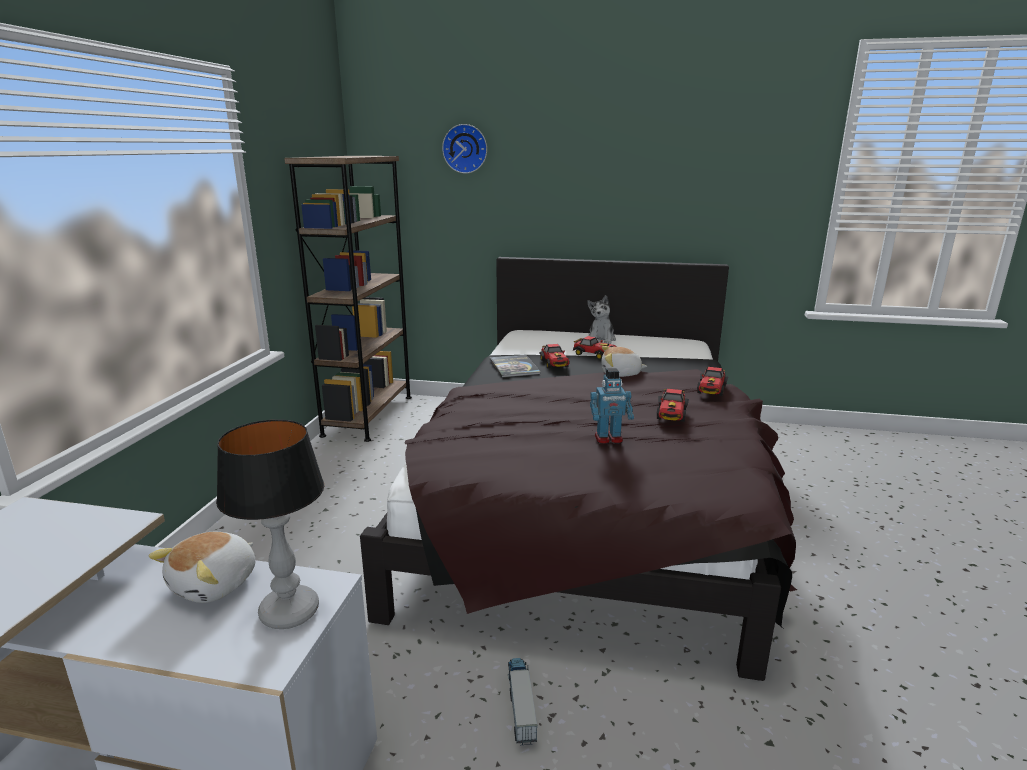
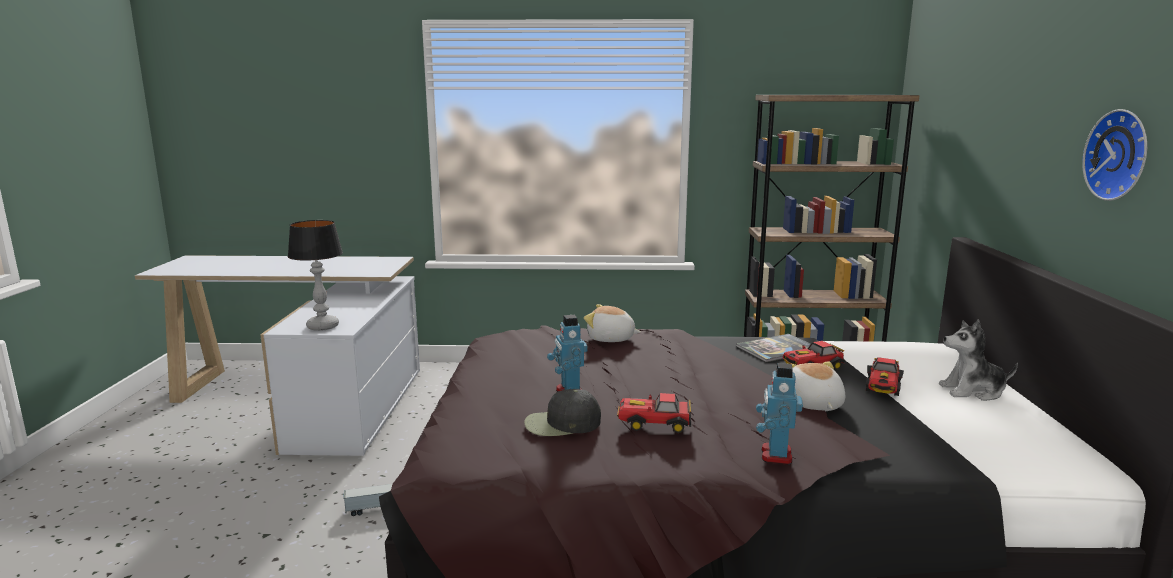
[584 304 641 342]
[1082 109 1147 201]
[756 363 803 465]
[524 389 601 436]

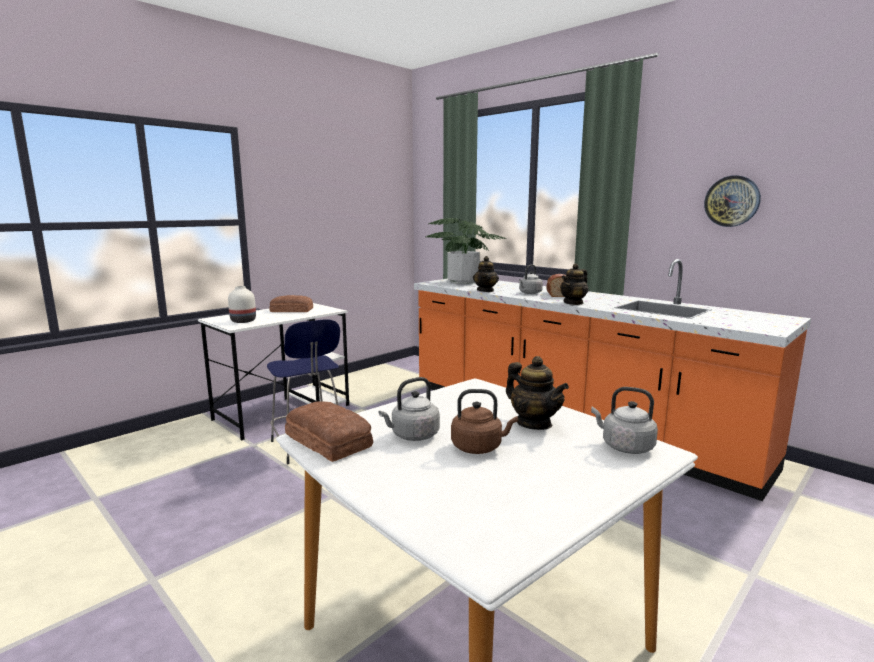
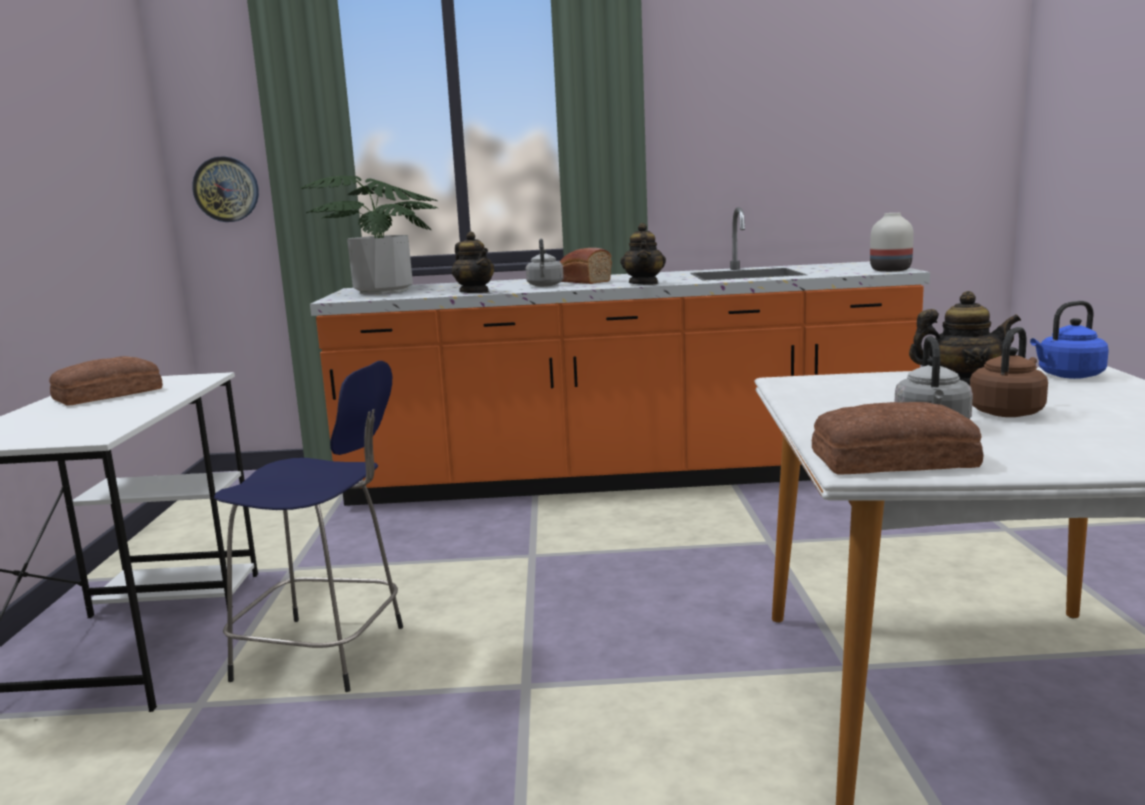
[870 213 914 272]
[1030 301 1109 379]
[192 156 259 222]

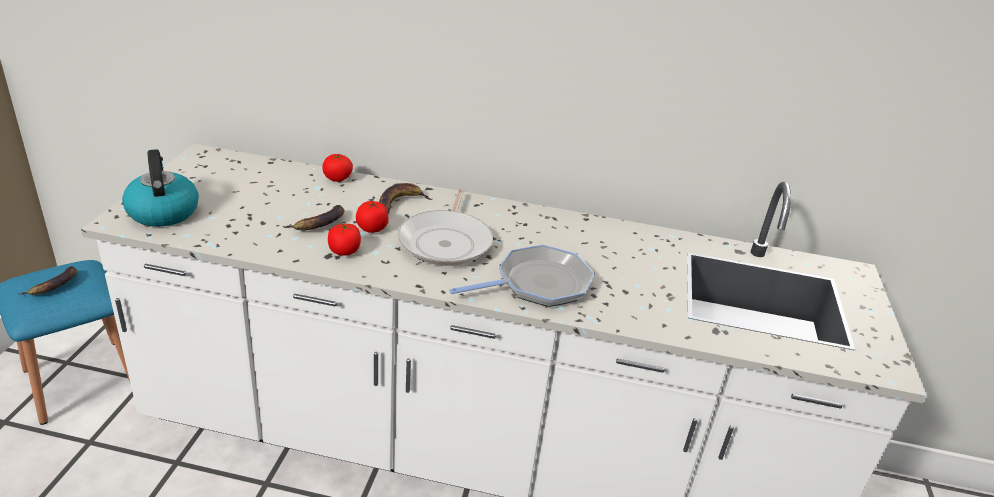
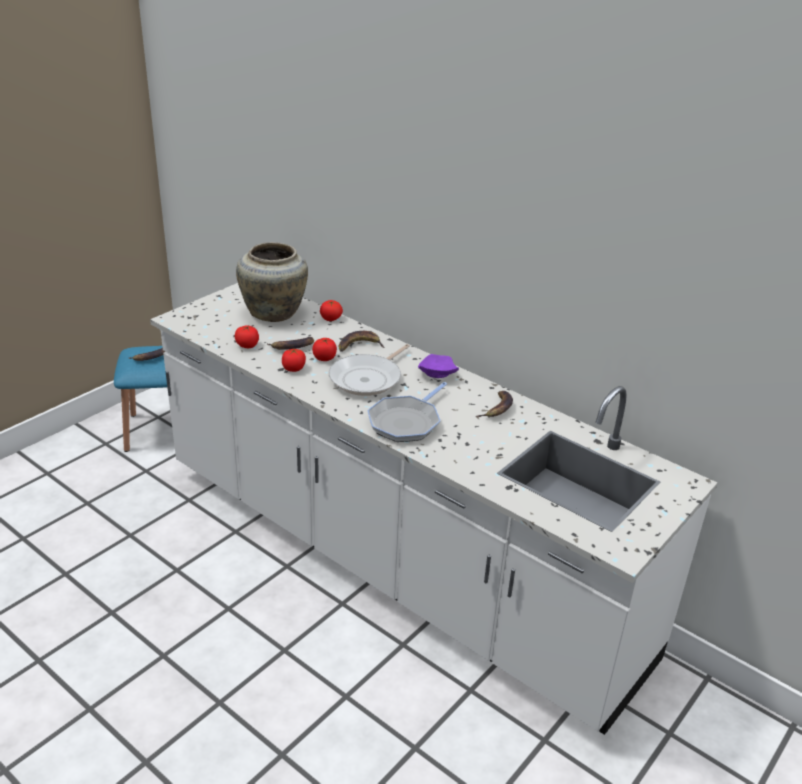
[122 149 199 227] (first image)
[367 382 447 442]
[235 325 259 348]
[236 242 308 322]
[418 354 459 378]
[475 391 513 417]

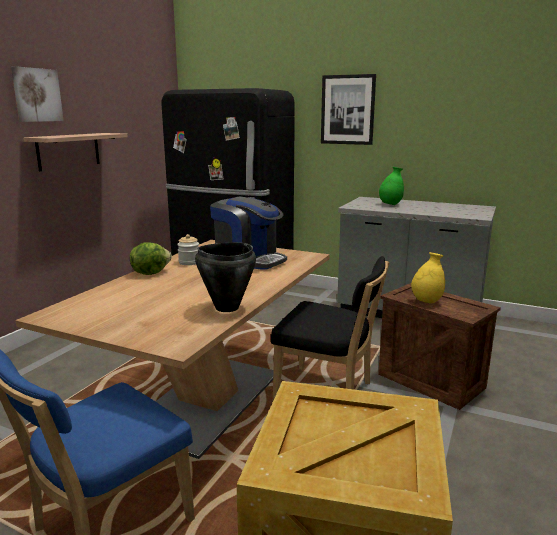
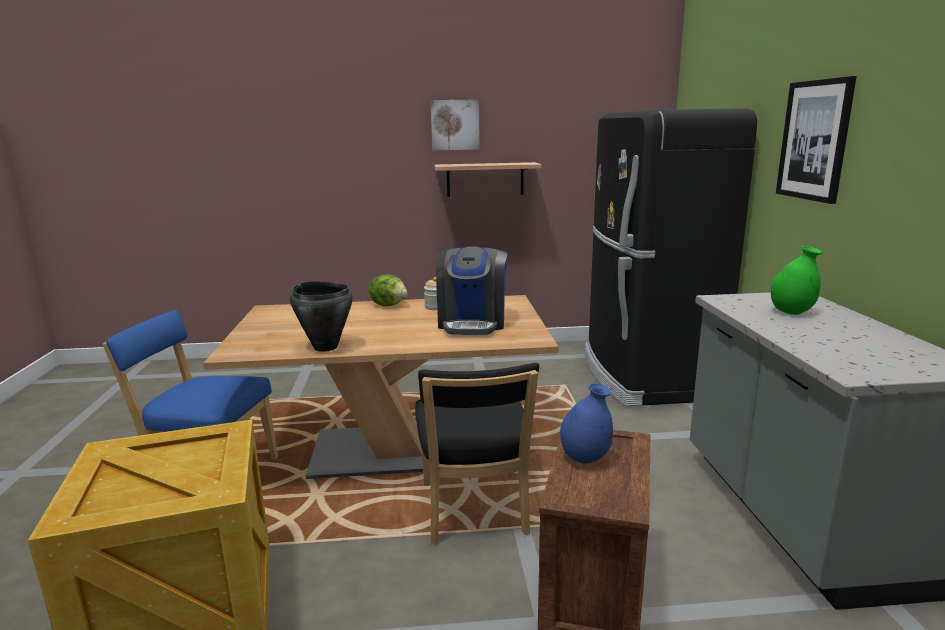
[560 383 613 463]

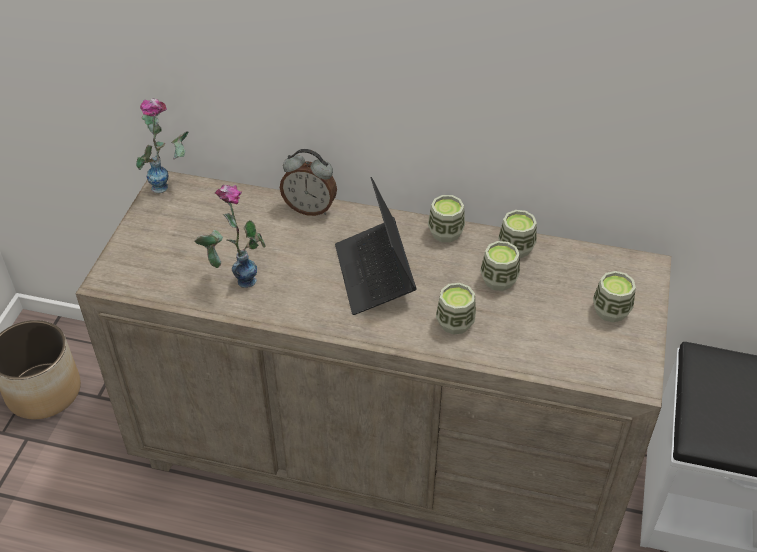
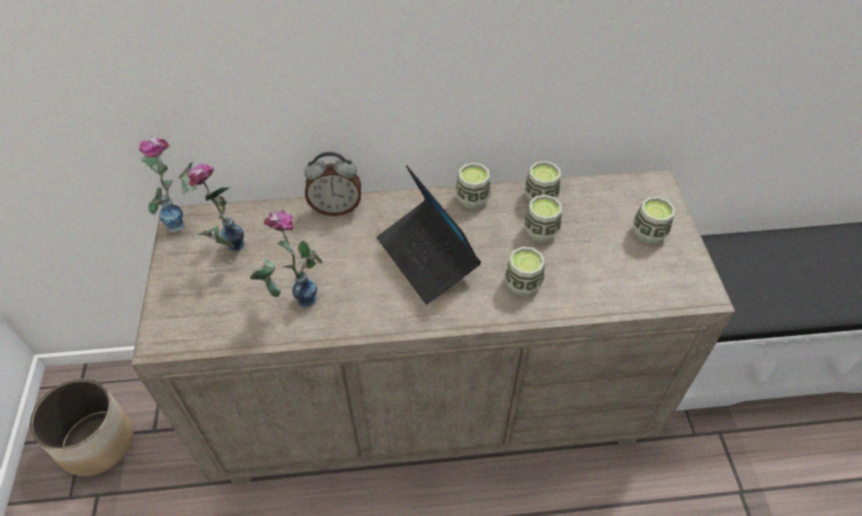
[187 164 244 252]

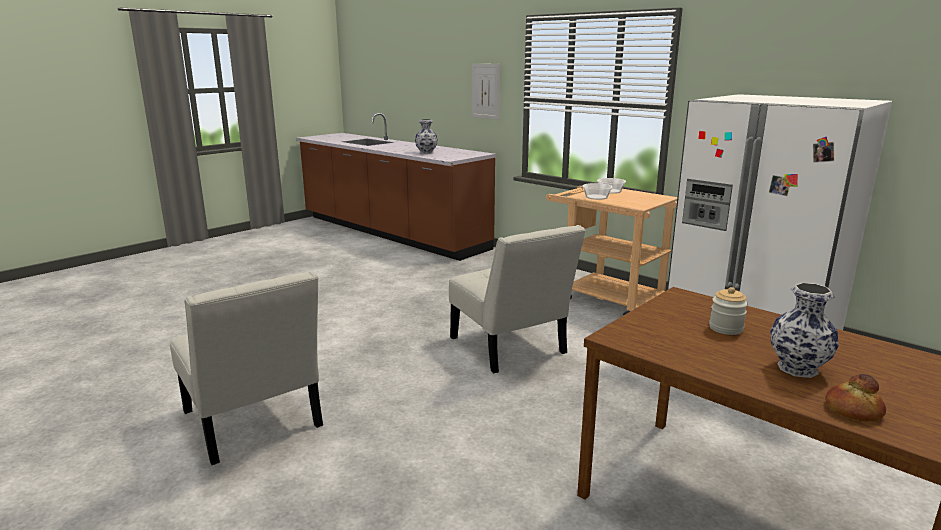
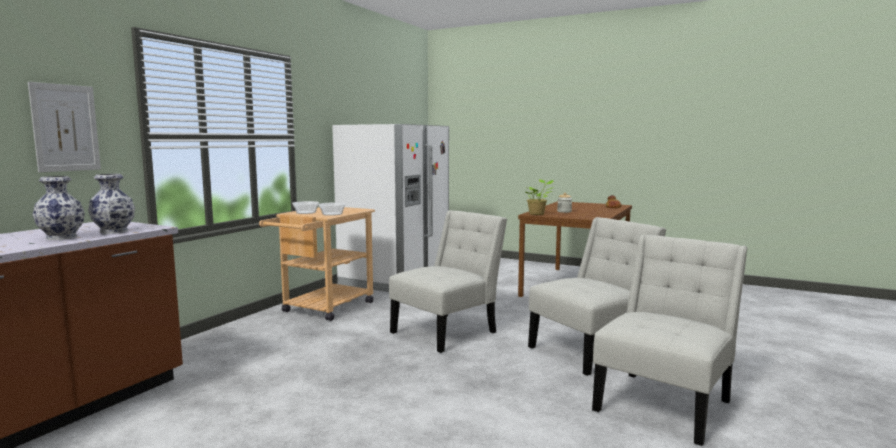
[88 174 135 234]
[525 179 554 215]
[528 217 666 376]

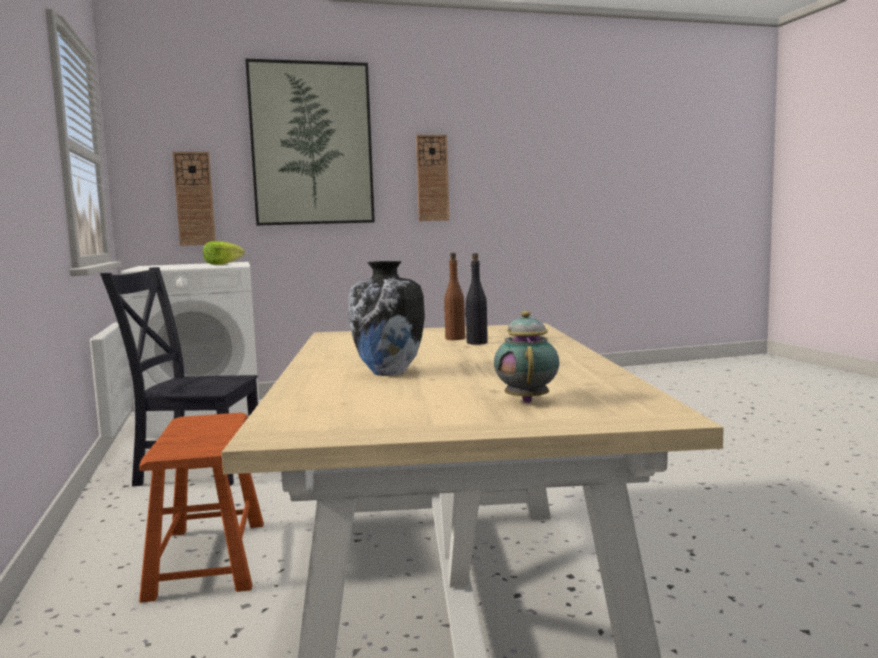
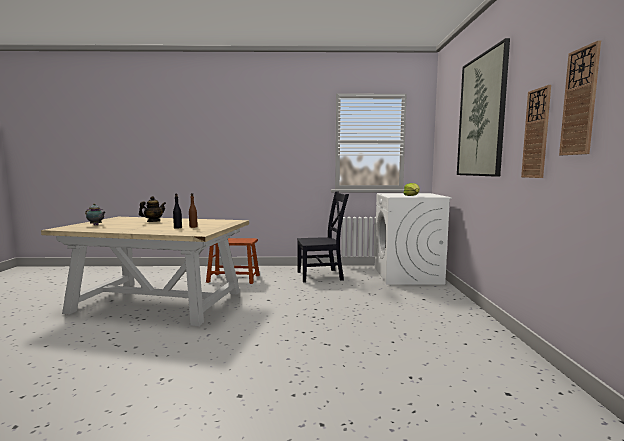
[297 192 349 283]
[559 40 601 155]
[139 196 166 222]

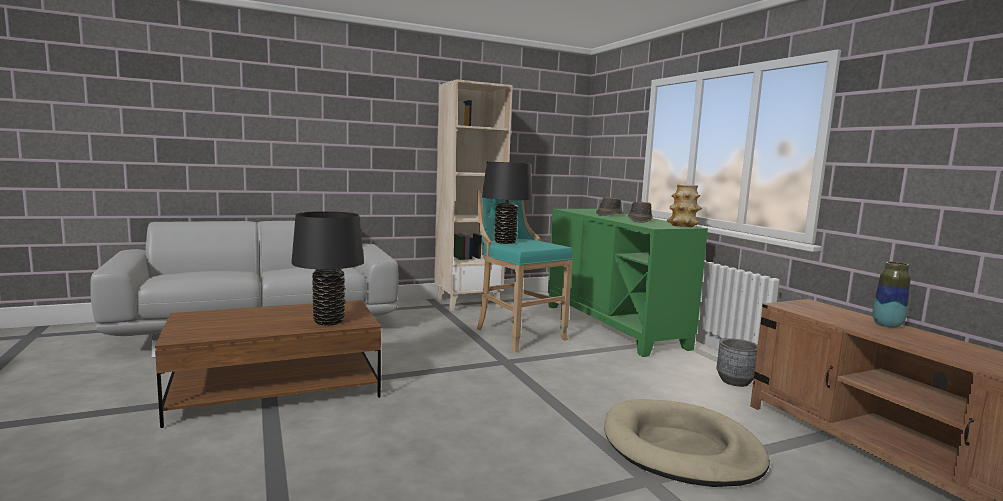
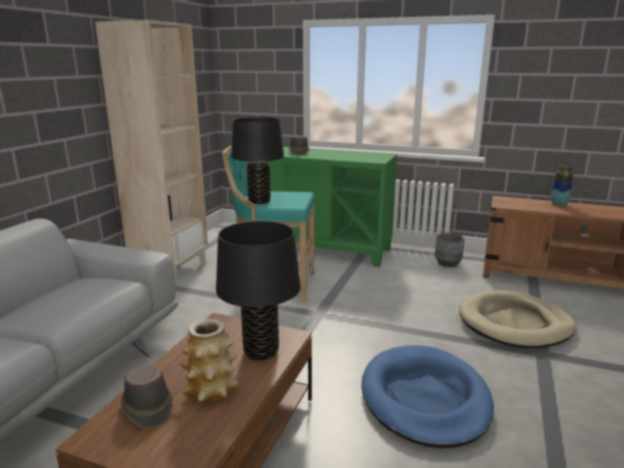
[121 365 173 429]
[181 319 239 403]
[361 345 494 448]

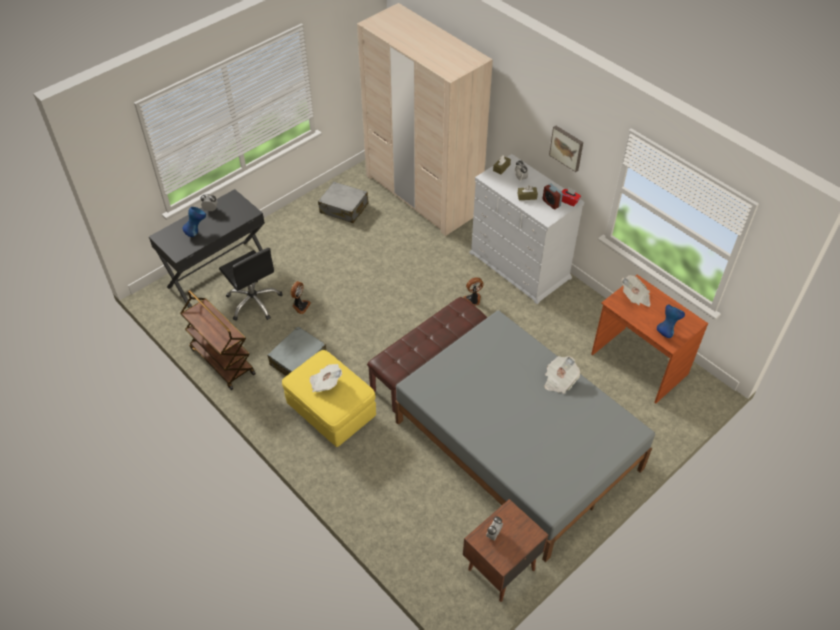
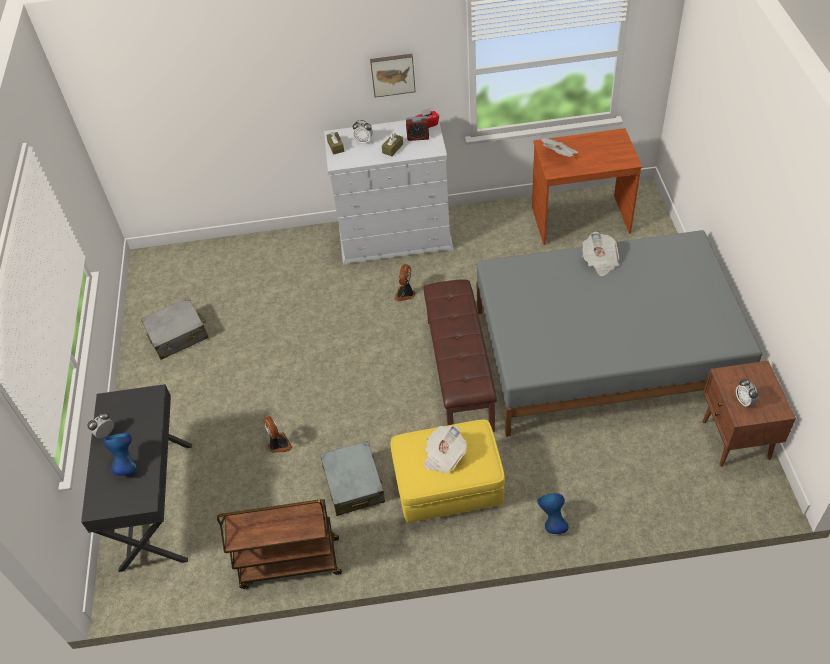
[219 248 283 321] (first image)
[357 3 493 236] (first image)
[537 493 569 534]

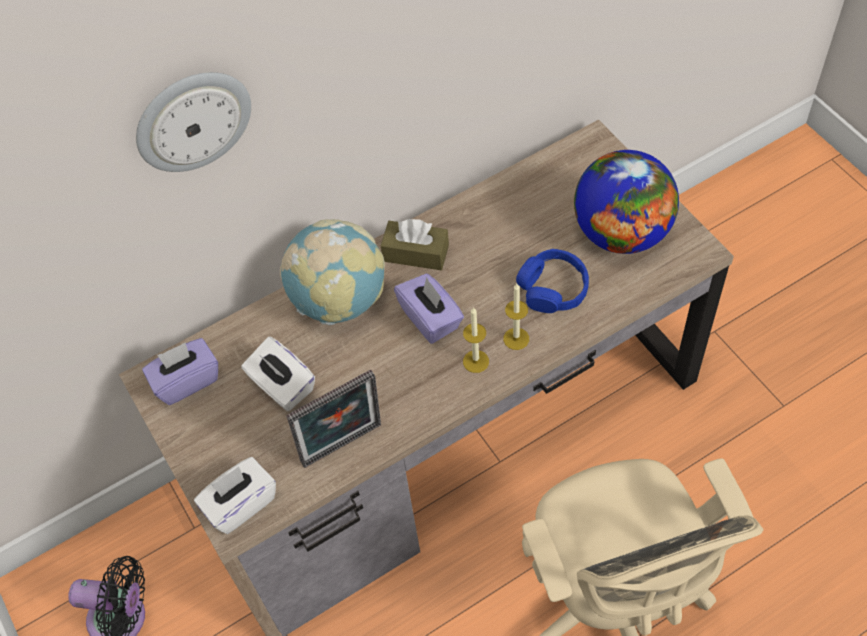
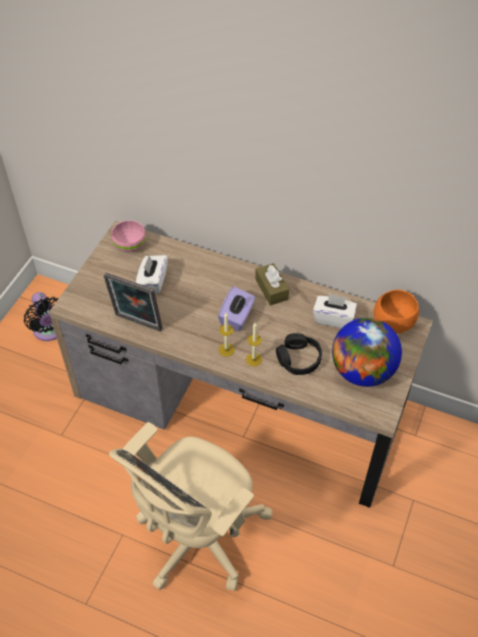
[136 72 251 172] (first image)
[111 220 146 252]
[313 294 357 328]
[280 219 385 325] (first image)
[276 333 322 375]
[374 290 419 333]

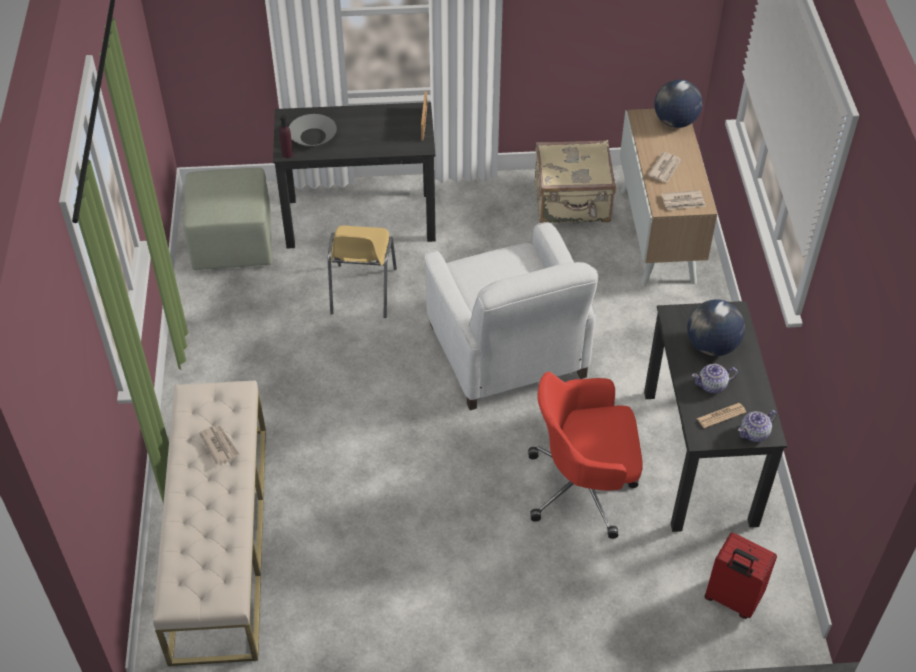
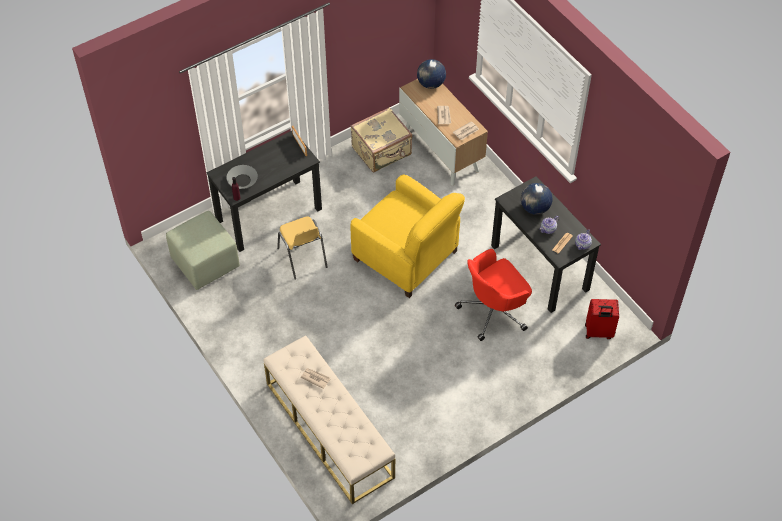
[351 175 465 298]

